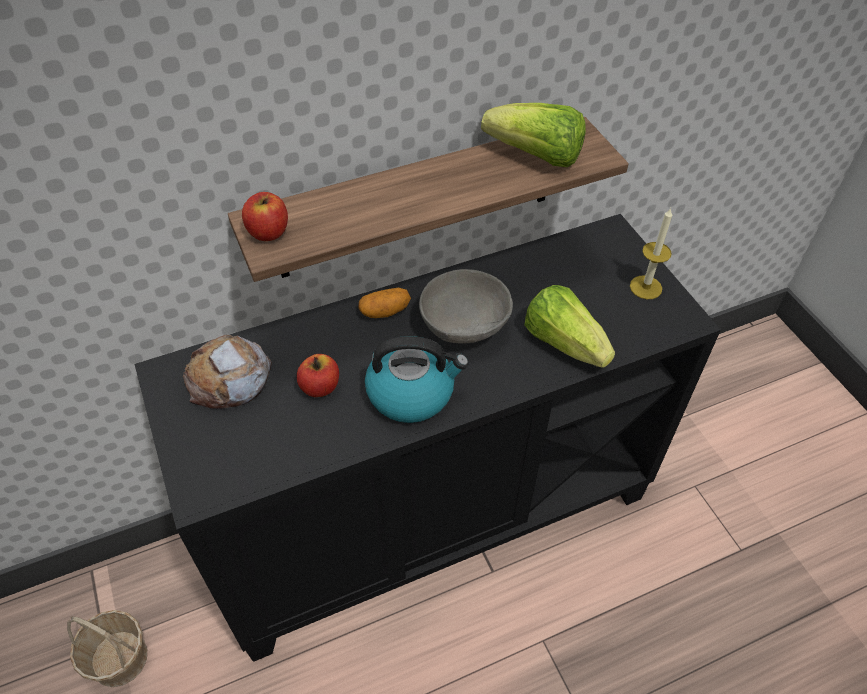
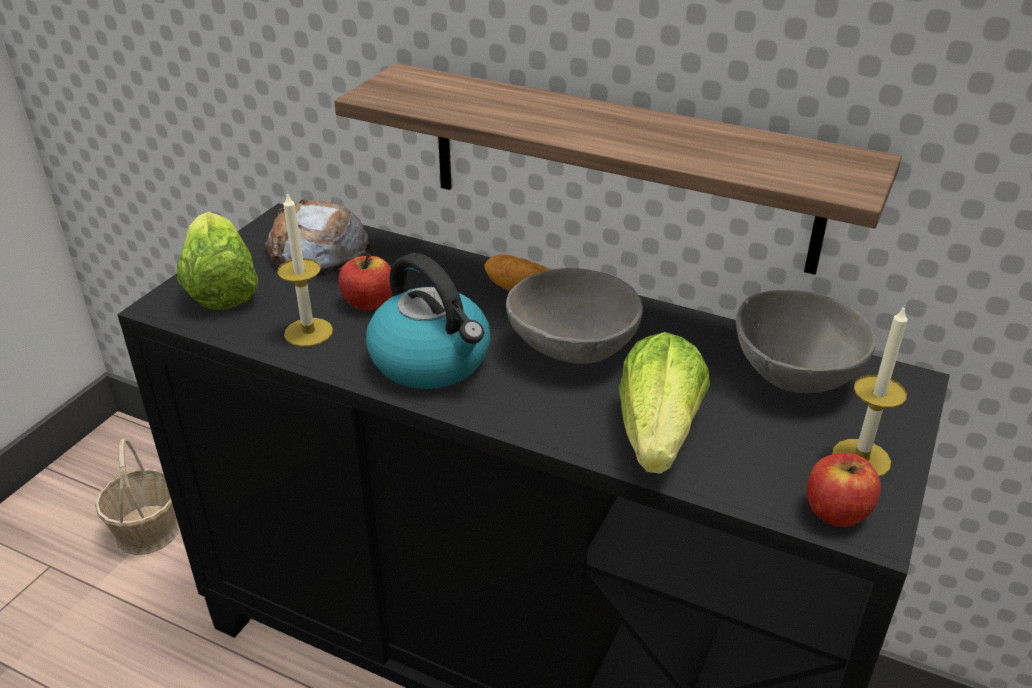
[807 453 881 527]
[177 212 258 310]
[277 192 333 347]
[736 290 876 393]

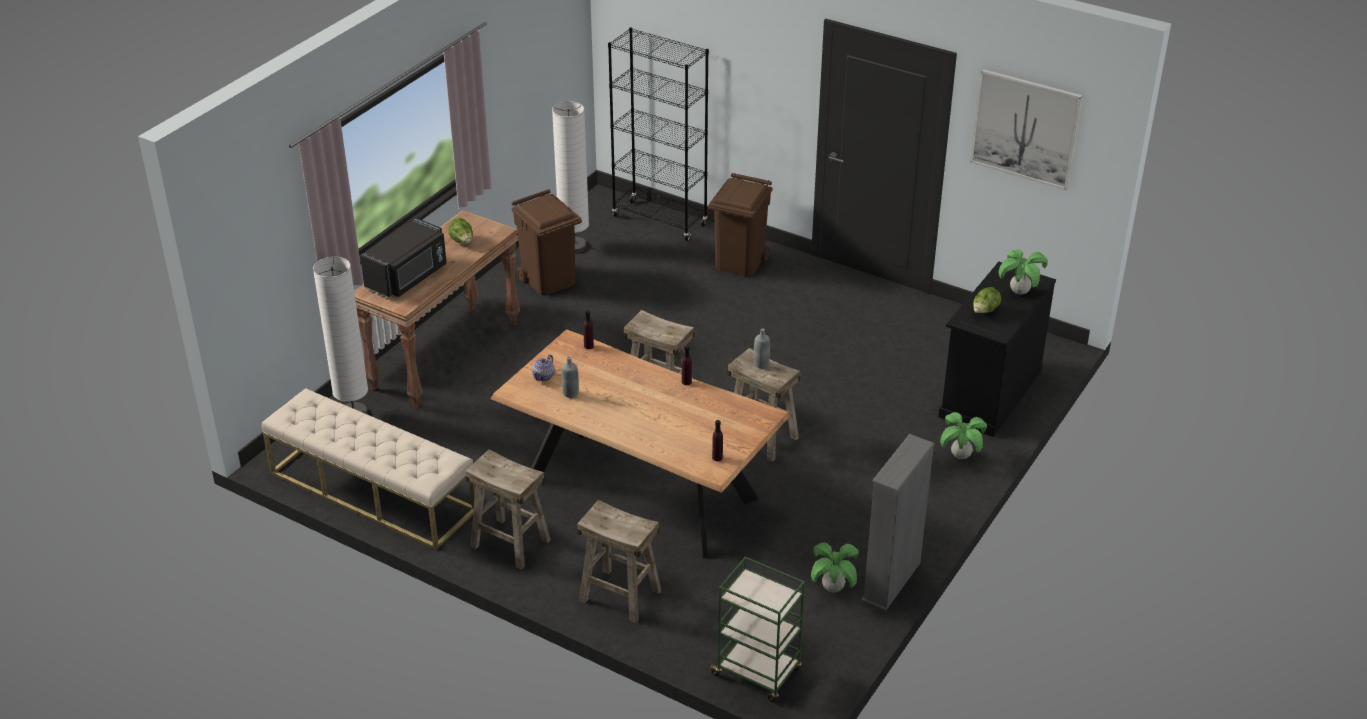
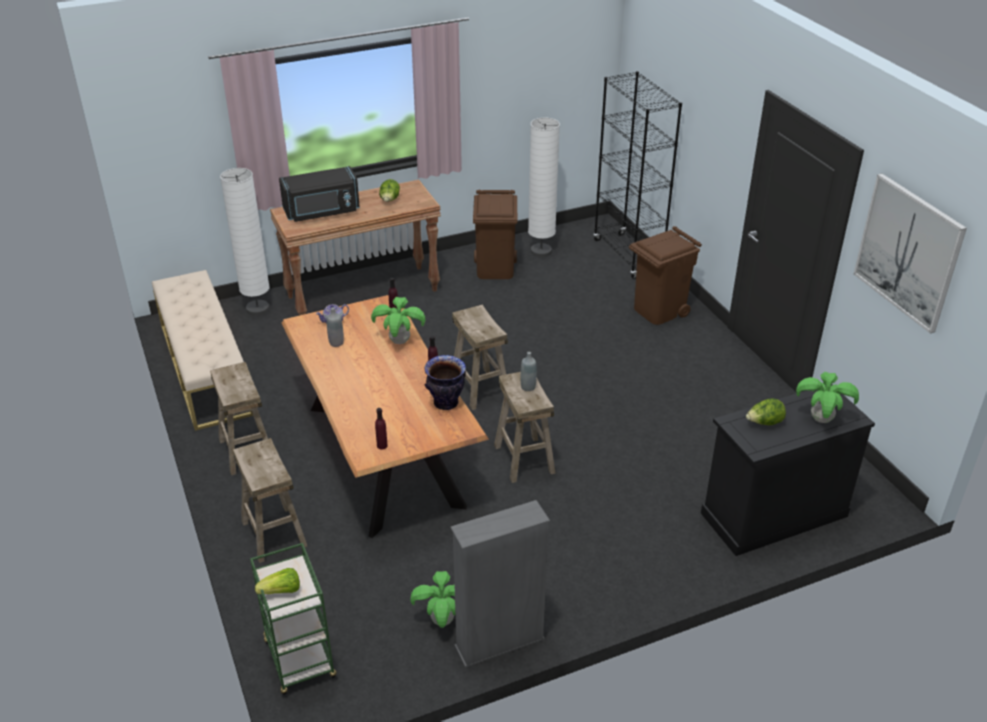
[371 297 425 344]
[255 568 300 594]
[424 355 466 410]

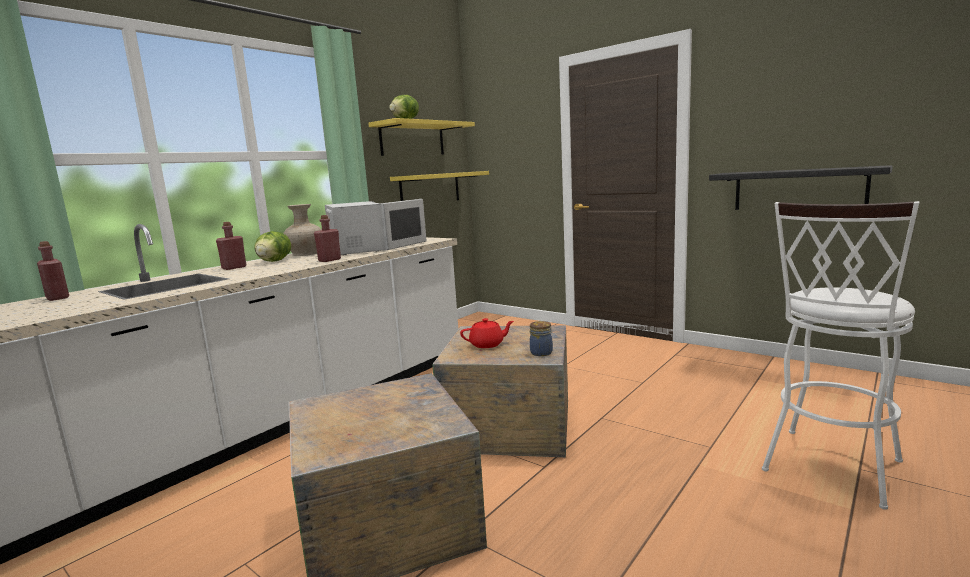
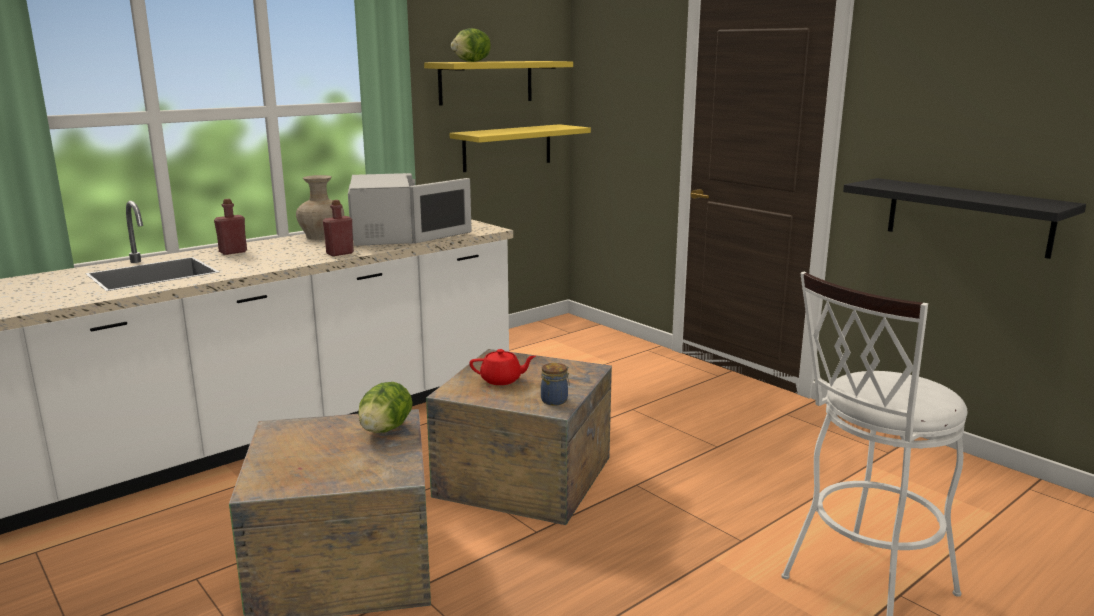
[37 241 69 301] (first image)
[358 382 413 433]

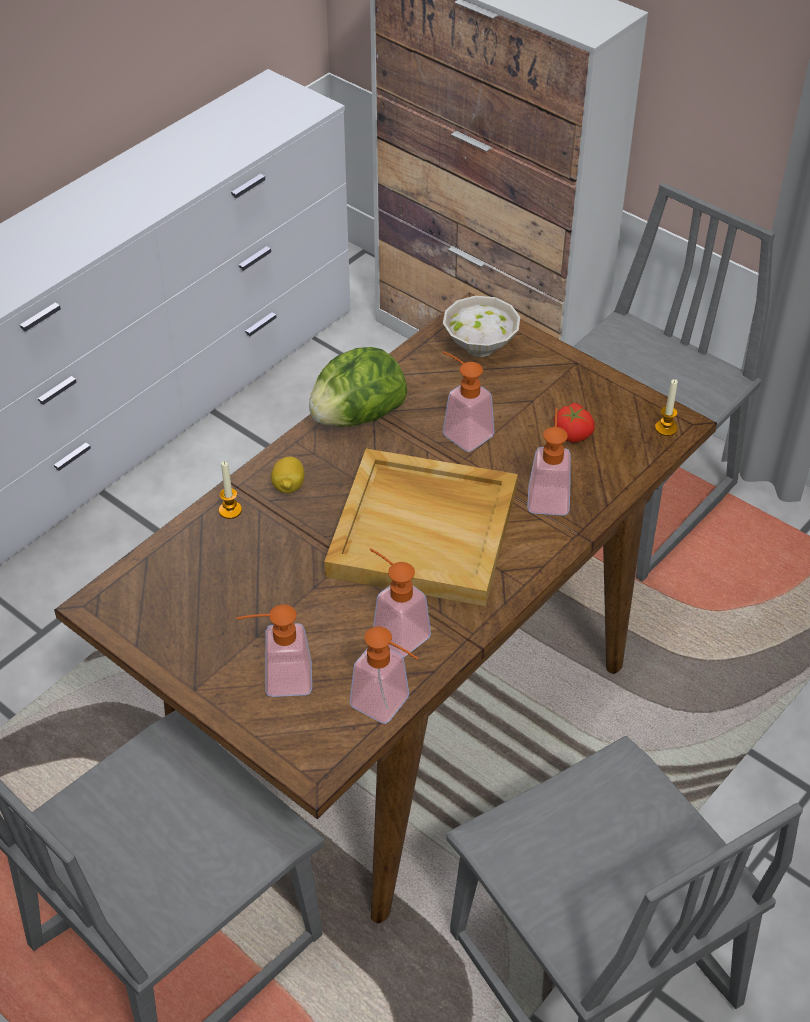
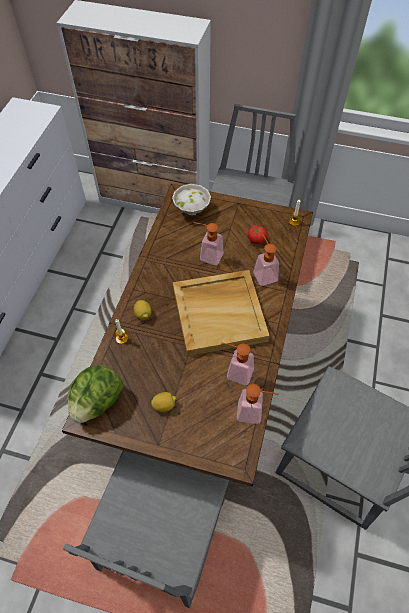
[236 604 312 697] (first image)
[68 365 123 424]
[151 392 176 412]

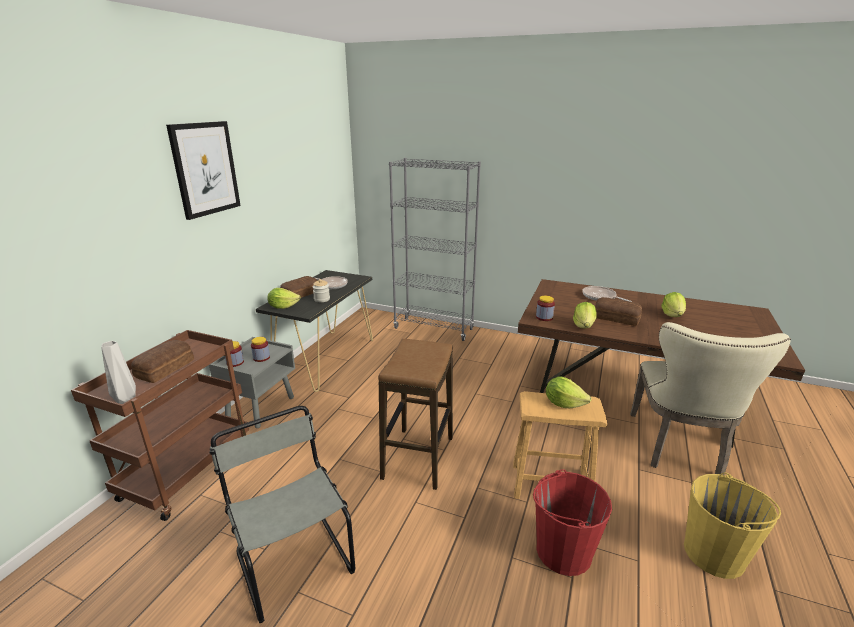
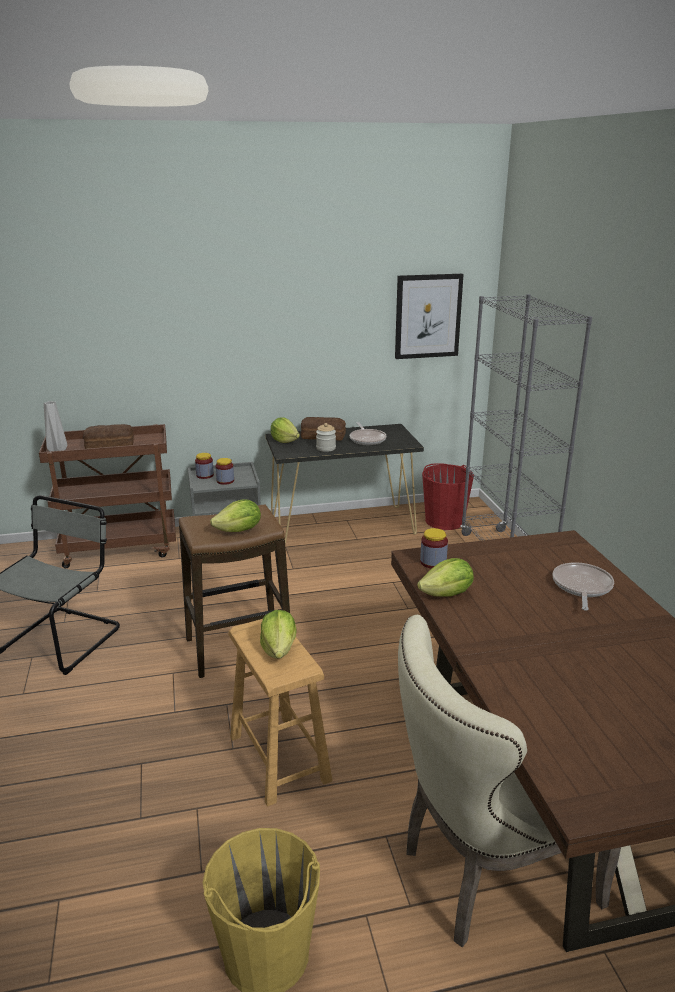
[395 274 464 359]
[422 463 474 530]
[595 297 643 326] (first image)
[210 500 261 532]

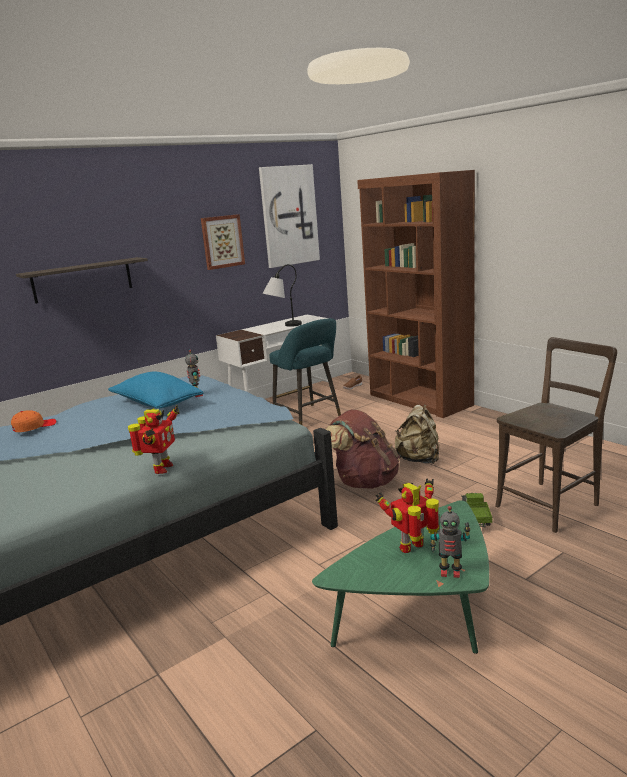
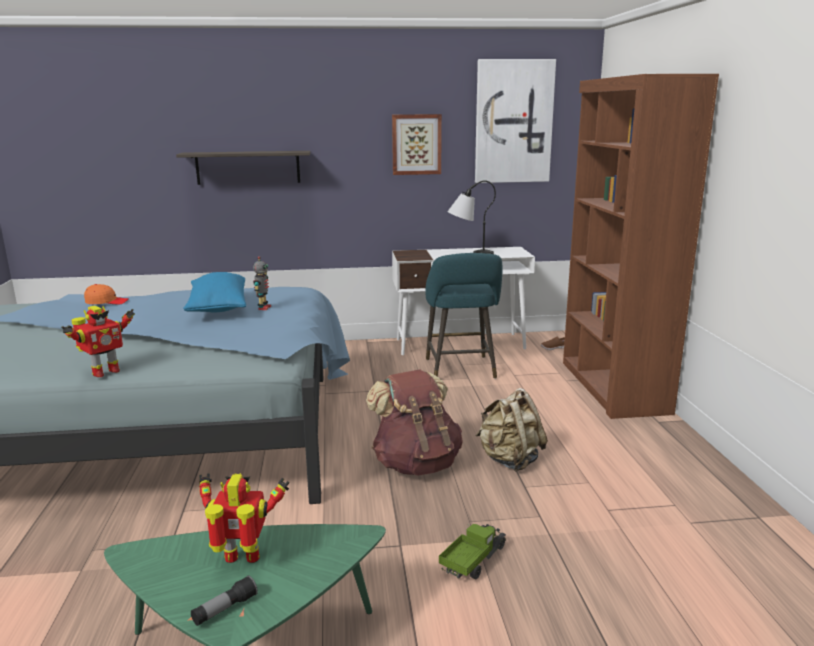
[191 575 258 626]
[495 337 617 533] (first image)

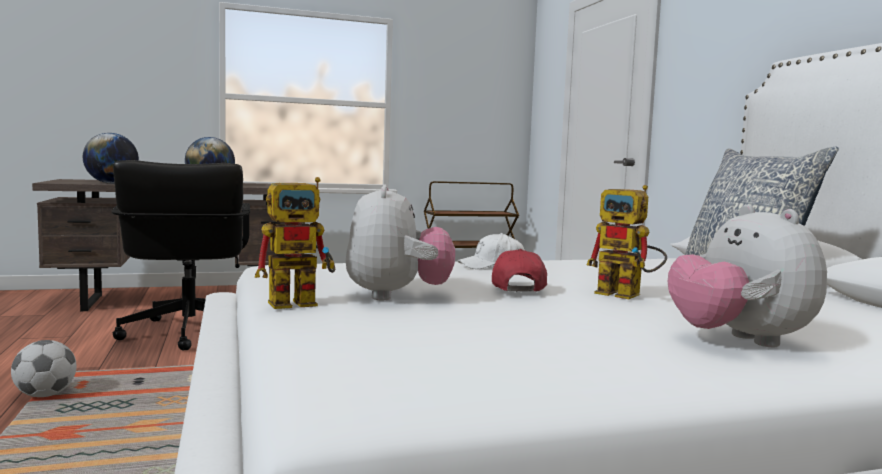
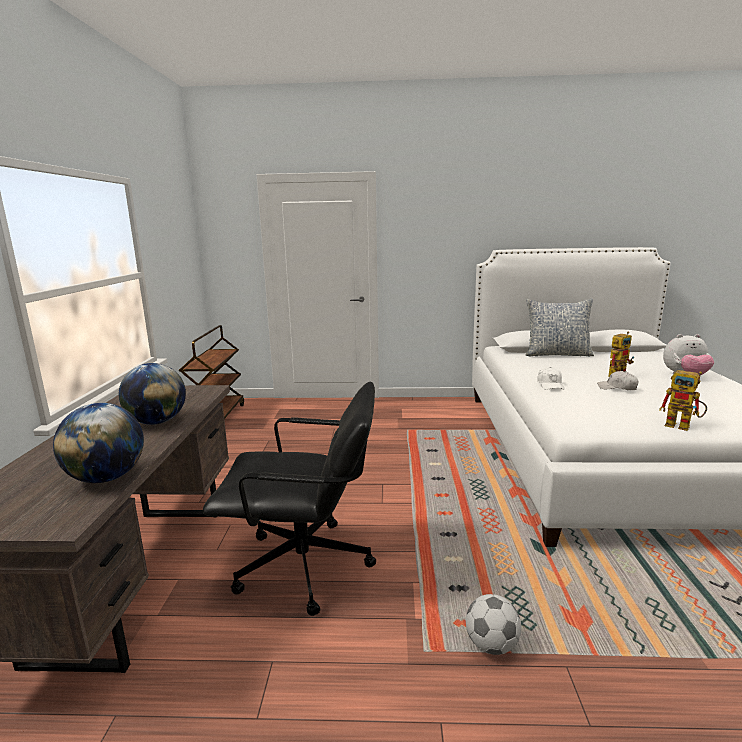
[659 370 707 431]
[346 185 455 300] (first image)
[597 371 638 390]

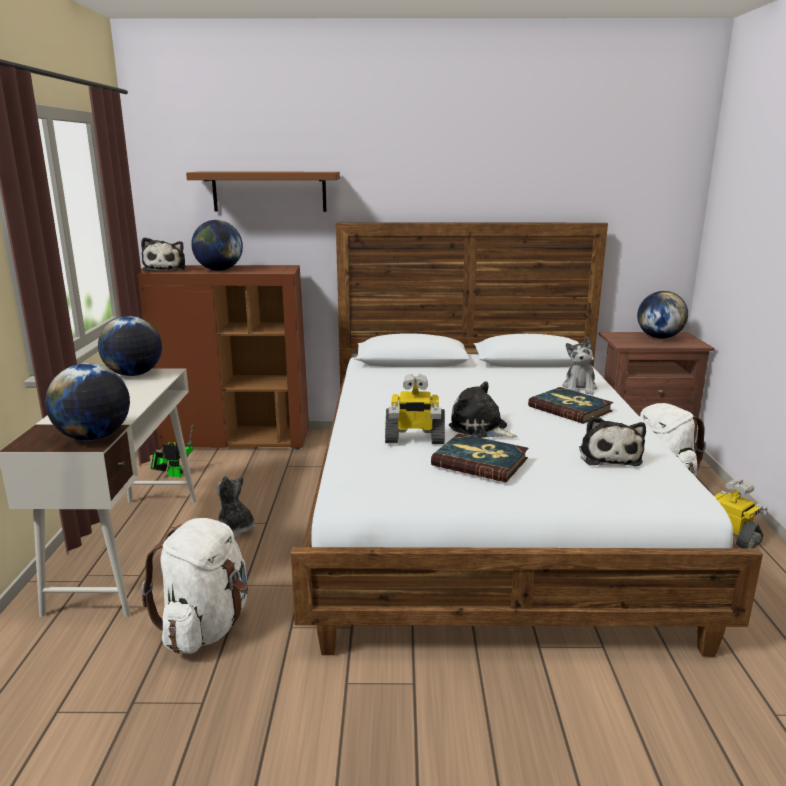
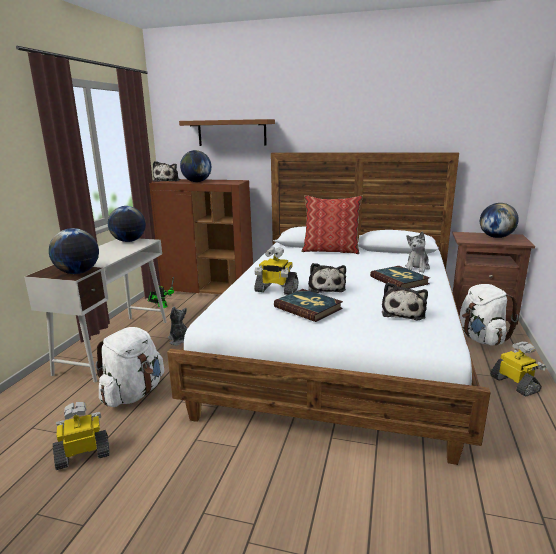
[308 263 346 293]
[53 402 110 470]
[301 195 363 254]

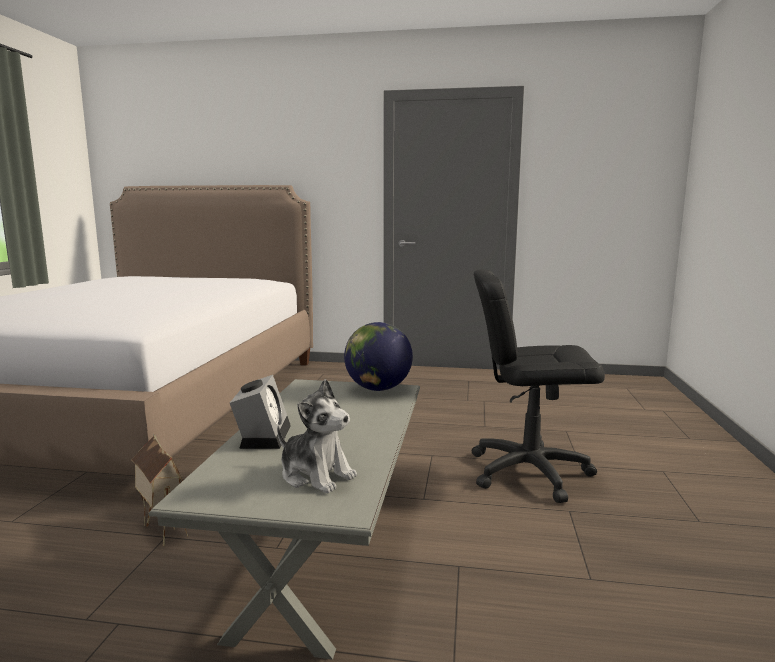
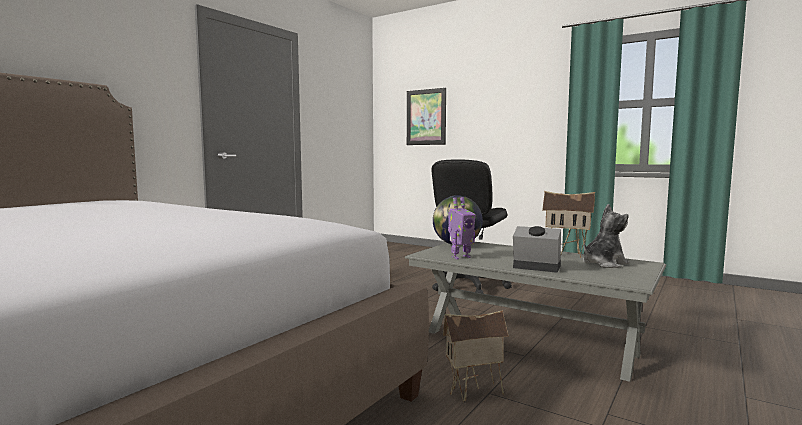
[407 88 446 145]
[448 197 475 259]
[542 191 595 258]

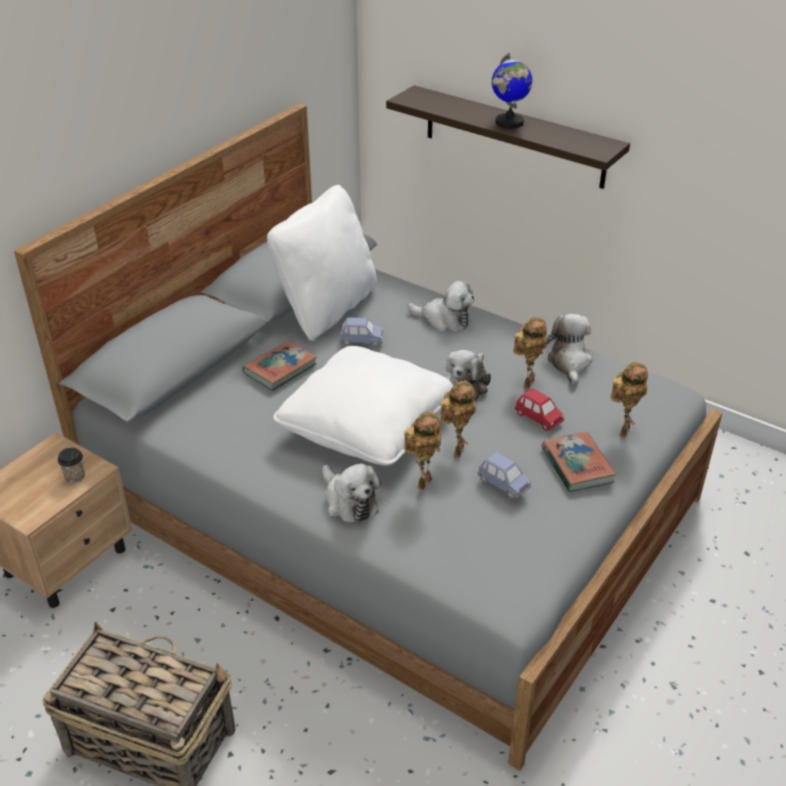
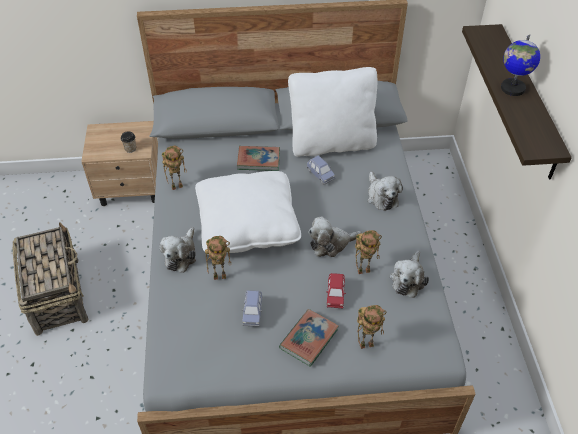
[162 146 187 190]
[390 251 429 298]

